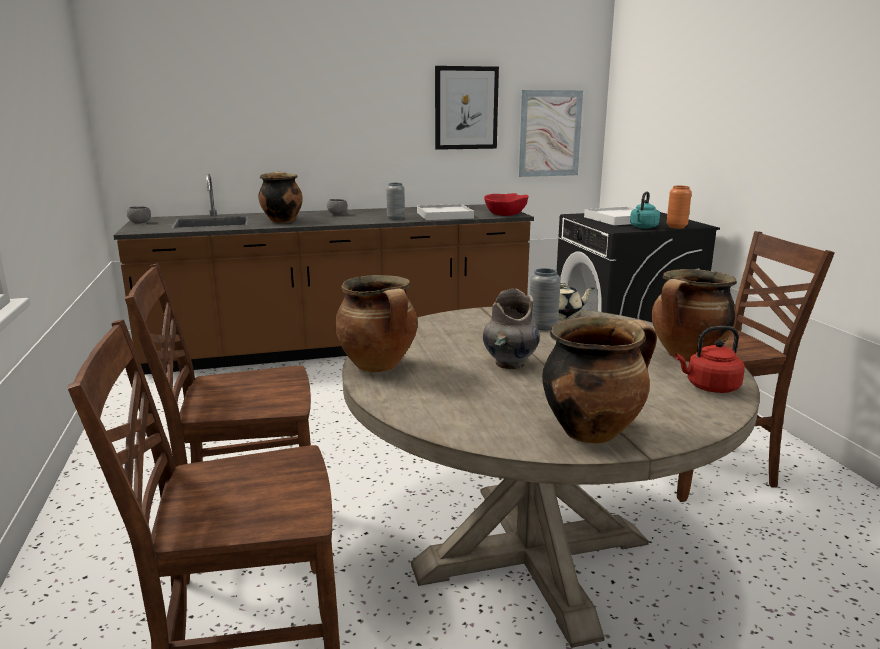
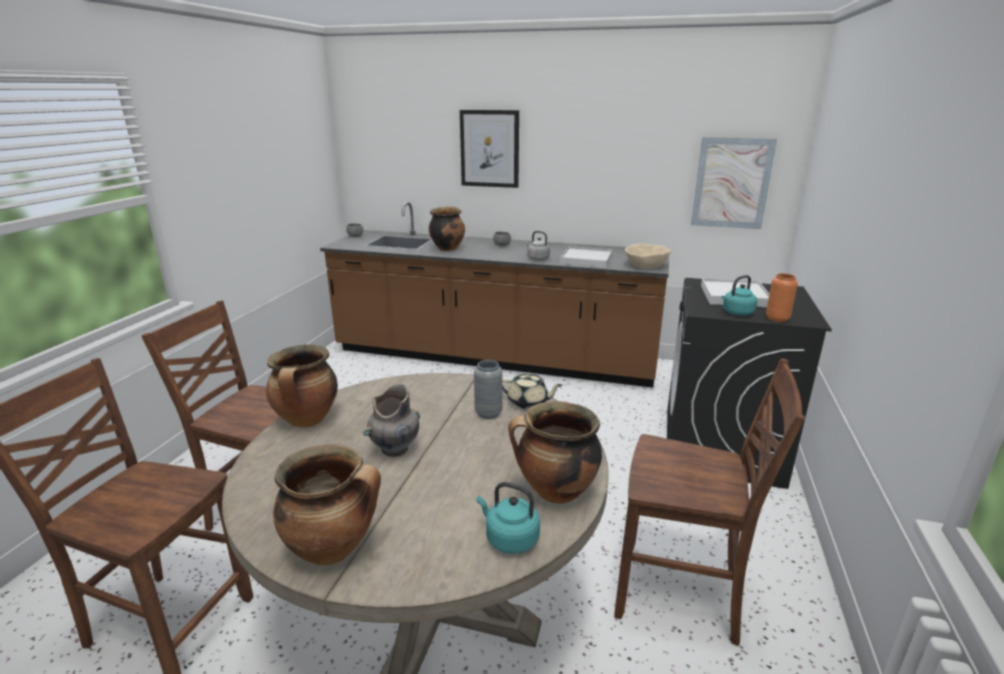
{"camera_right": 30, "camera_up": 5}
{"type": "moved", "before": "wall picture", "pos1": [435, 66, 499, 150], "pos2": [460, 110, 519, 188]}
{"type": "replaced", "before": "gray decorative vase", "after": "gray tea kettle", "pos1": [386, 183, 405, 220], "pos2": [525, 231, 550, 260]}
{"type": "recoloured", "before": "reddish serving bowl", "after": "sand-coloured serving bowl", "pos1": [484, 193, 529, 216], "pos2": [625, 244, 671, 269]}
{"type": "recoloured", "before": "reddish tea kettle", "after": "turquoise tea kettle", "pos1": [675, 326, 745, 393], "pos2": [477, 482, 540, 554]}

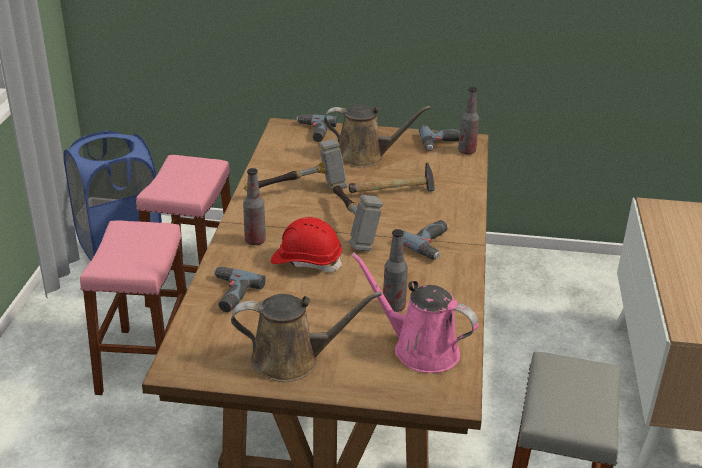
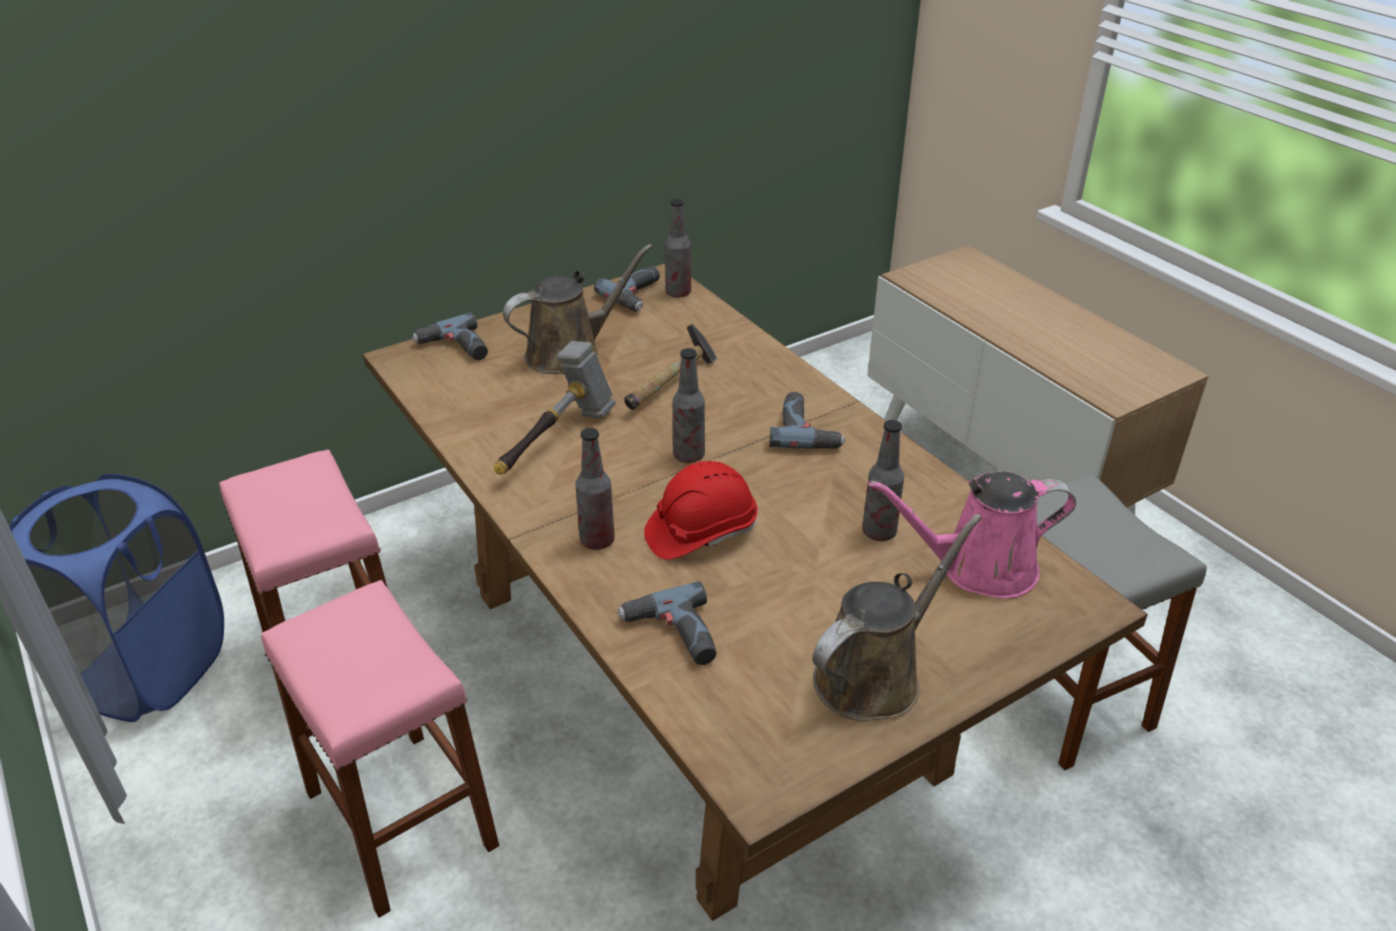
{"camera_right": -40, "camera_up": 5}
{"type": "replaced", "before": "tool hammer", "after": "bottle", "pos1": [332, 184, 383, 251], "pos2": [673, 348, 705, 463]}

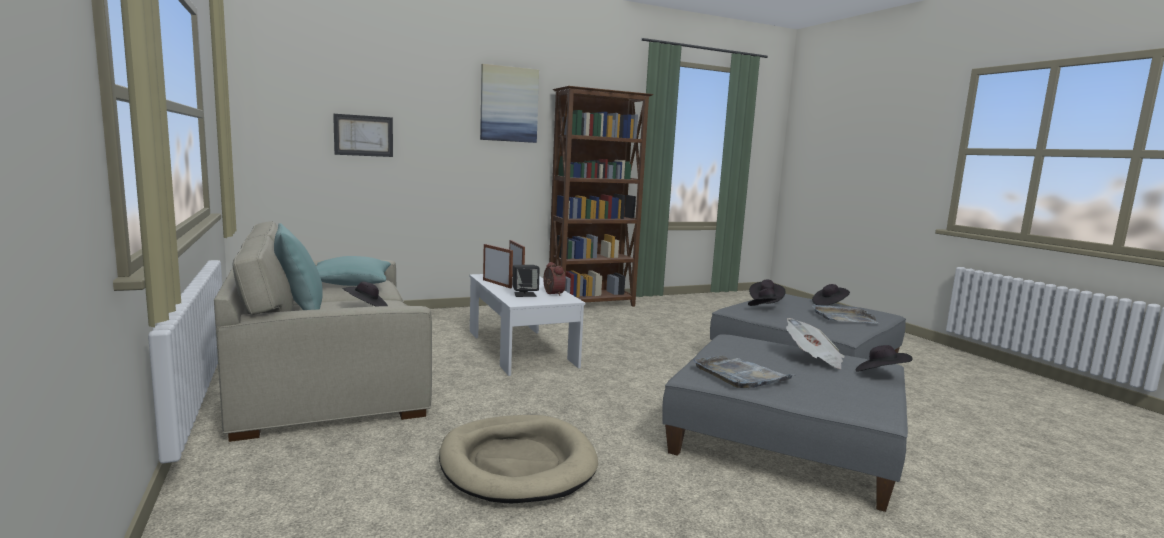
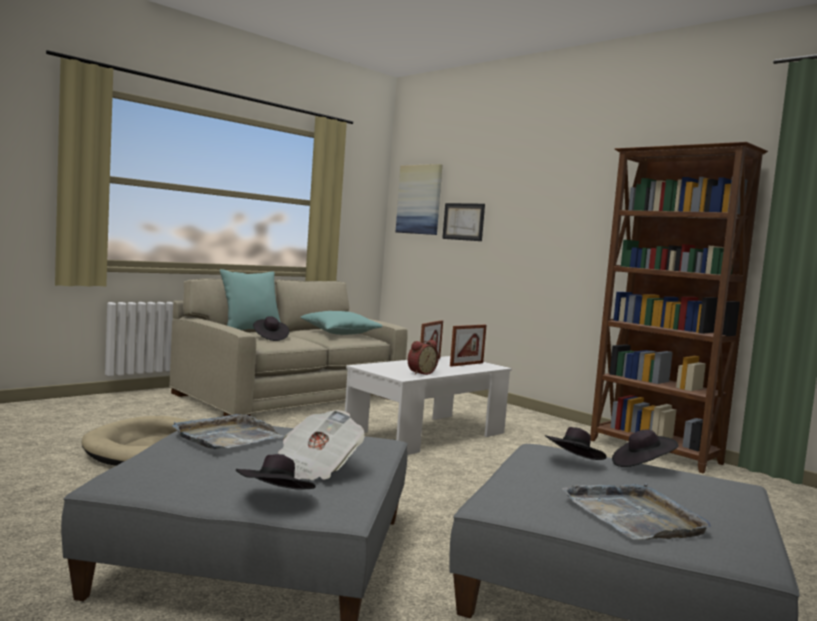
{"camera_right": 70, "camera_up": -5}
{"type": "removed", "before": "blackish loudspeaker", "pos1": [513, 265, 539, 297]}
{"type": "removed", "before": "blackish hat", "pos1": [812, 284, 850, 306]}
{"type": "moved", "before": "wall picture", "pos1": [480, 64, 539, 143], "pos2": [396, 164, 442, 235]}

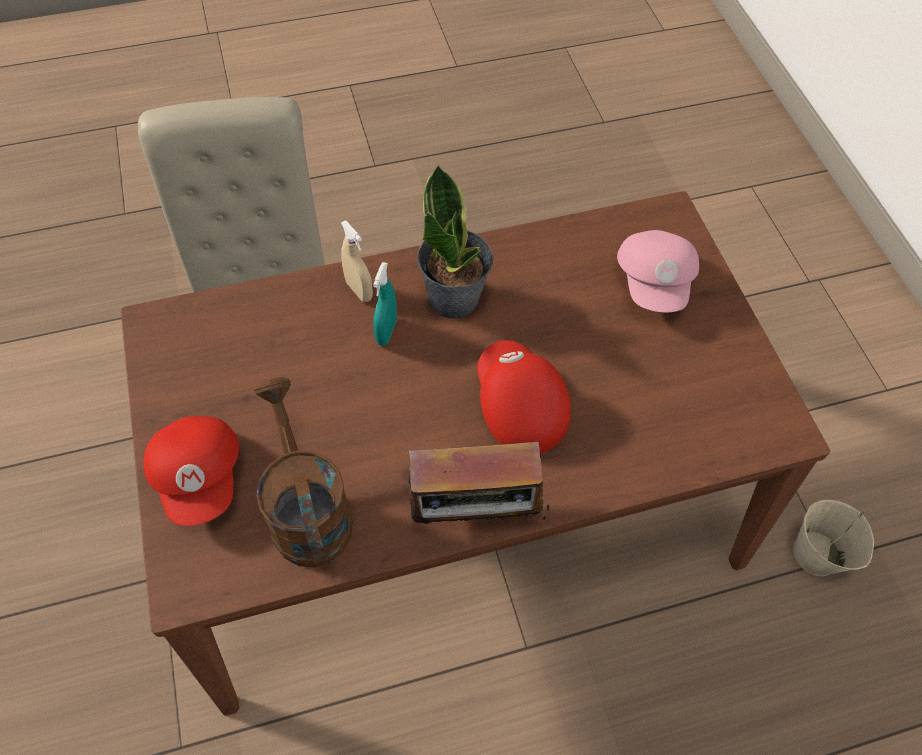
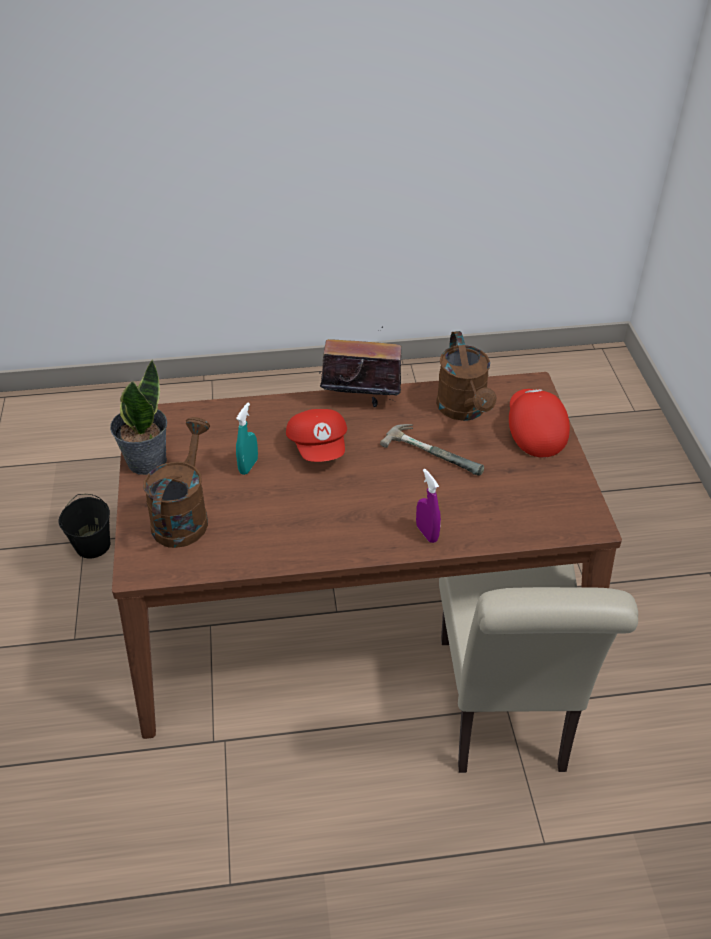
{"camera_right": -170, "camera_up": -15}
{"type": "added", "after": "tool hammer", "pos2": [380, 424, 484, 476]}
{"type": "moved", "before": "turquoise sprayer", "pos1": [373, 262, 397, 346], "pos2": [236, 403, 258, 475]}
{"type": "moved", "before": "plant in a pot", "pos1": [417, 164, 493, 319], "pos2": [110, 359, 167, 475]}
{"type": "replaced", "before": "pink baseball cap", "after": "brown-coloured sprinkling can", "pos1": [617, 230, 699, 312], "pos2": [144, 417, 210, 548]}
{"type": "recoloured", "before": "sand-coloured sprayer", "after": "purple-coloured sprayer", "pos1": [341, 220, 373, 302], "pos2": [416, 469, 441, 543]}
{"type": "recoloured", "before": "sand-coloured water bucket", "after": "blackish water bucket", "pos1": [793, 500, 874, 576], "pos2": [58, 494, 110, 559]}

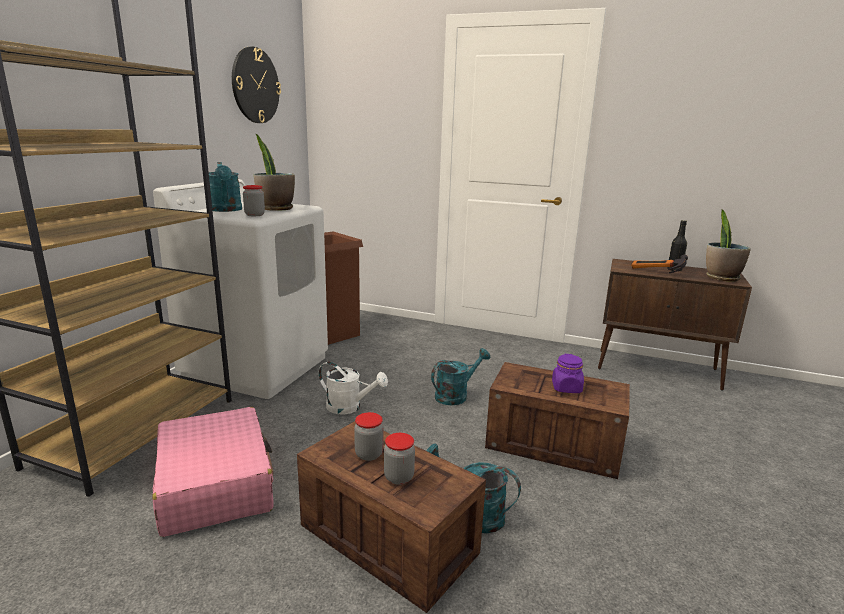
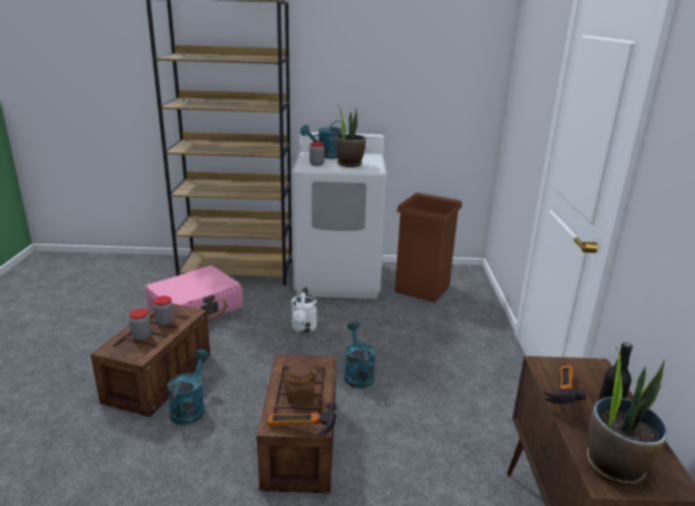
{"camera_right": 70, "camera_up": 5}
{"type": "removed", "before": "wall clock", "pos1": [232, 47, 281, 123]}
{"type": "added", "after": "tool hammer", "pos2": [266, 402, 336, 438]}
{"type": "recoloured", "before": "purple-coloured jar", "after": "brown-coloured jar", "pos1": [552, 354, 584, 393], "pos2": [281, 363, 317, 404]}
{"type": "turned", "before": "turquoise sprinkling can", "pos1": [431, 348, 490, 405], "pos2": [344, 322, 376, 388], "turn": -135}

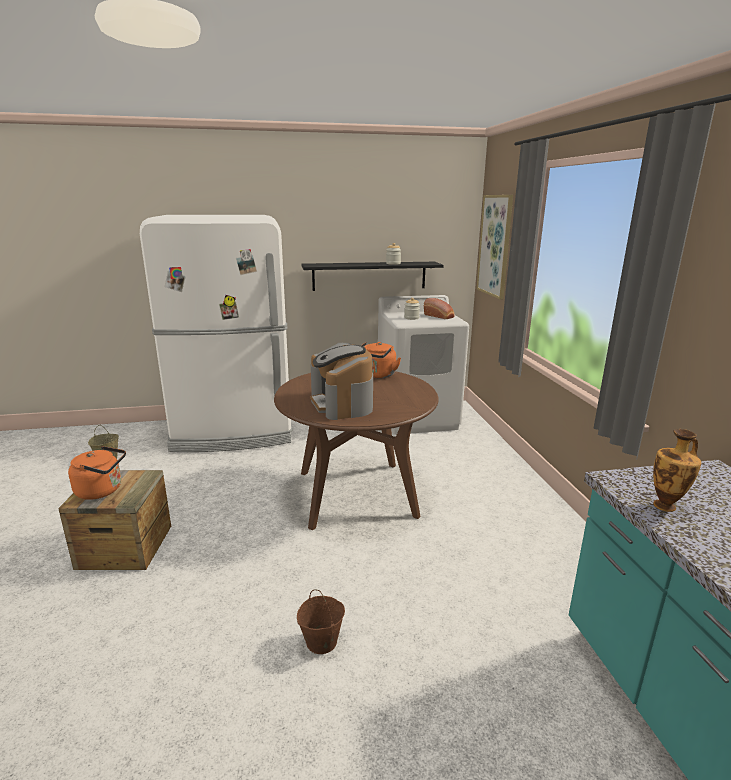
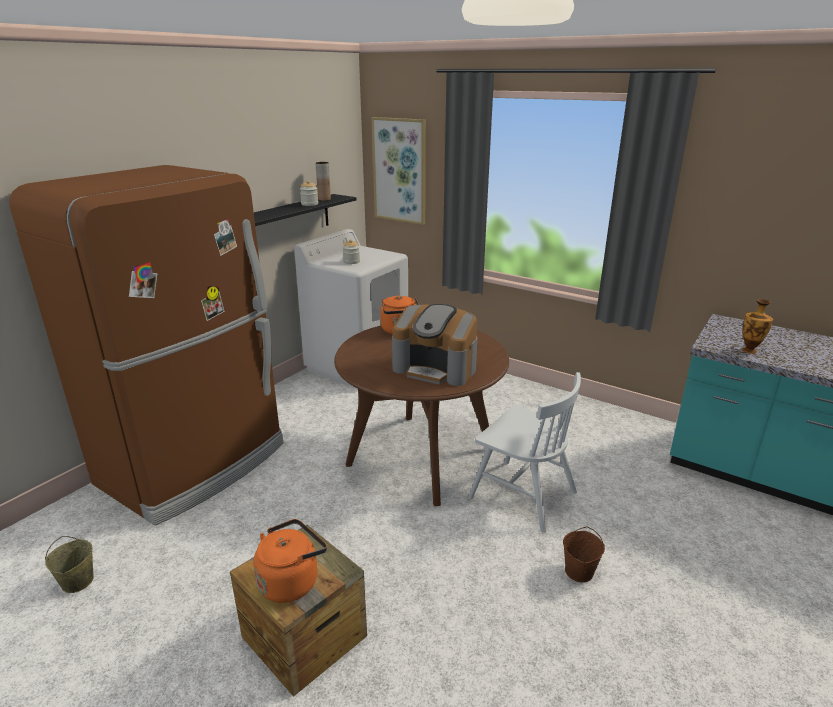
{"camera_right": -45, "camera_up": 5}
{"type": "removed", "before": "baked bread", "pos1": [424, 298, 455, 319]}
{"type": "added", "after": "brown-coloured decorative vase", "pos2": [316, 162, 331, 201]}
{"type": "added", "after": "whitish upright chair", "pos2": [468, 372, 581, 533]}
{"type": "recoloured", "before": "whitish refrigerator", "after": "brown-coloured refrigerator", "pos1": [140, 215, 293, 452], "pos2": [9, 165, 284, 525]}

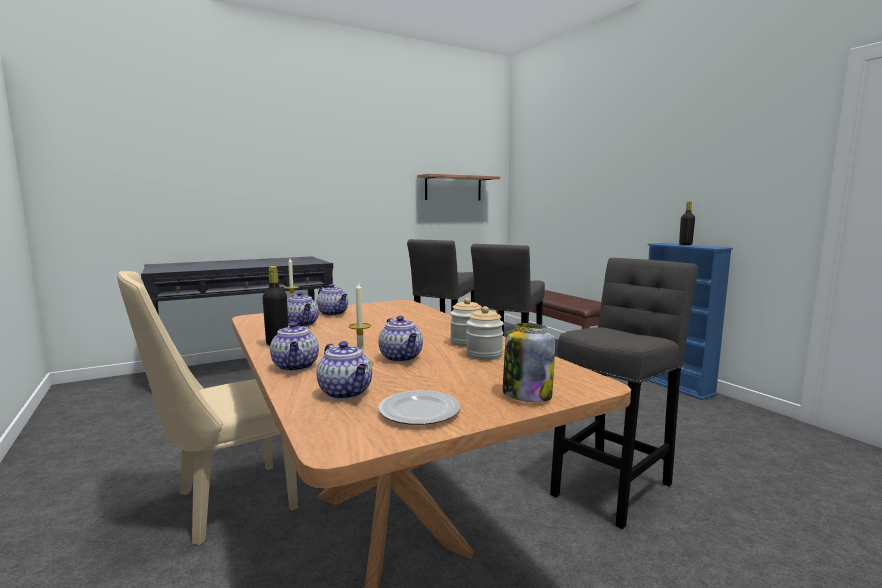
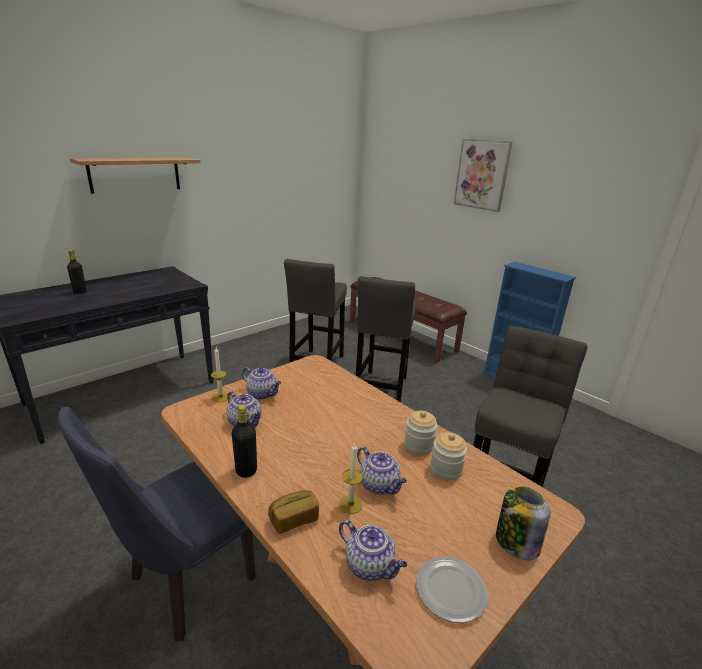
{"camera_right": -15, "camera_up": 15}
{"type": "added", "after": "wall picture", "pos2": [454, 139, 513, 212]}
{"type": "moved", "before": "wall shelf", "pos1": [417, 174, 500, 201], "pos2": [70, 157, 200, 194]}
{"type": "moved", "before": "blackish bottle", "pos1": [679, 201, 695, 245], "pos2": [67, 250, 87, 294]}
{"type": "replaced", "before": "tea pot", "after": "baked bread", "pos1": [270, 322, 319, 371], "pos2": [268, 490, 319, 534]}
{"type": "recoloured", "before": "sand-coloured upright chair", "after": "bluish upright chair", "pos1": [117, 271, 298, 545], "pos2": [58, 407, 255, 641]}

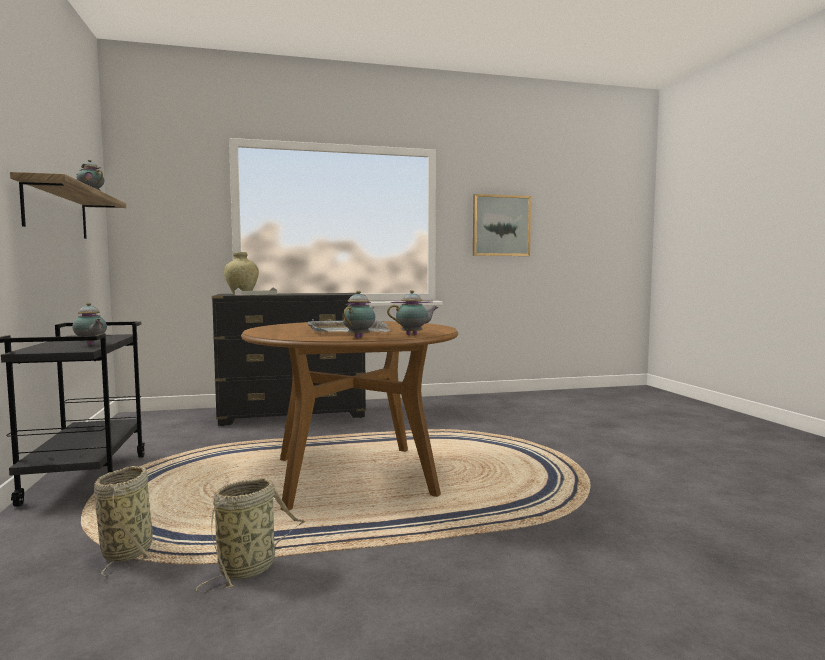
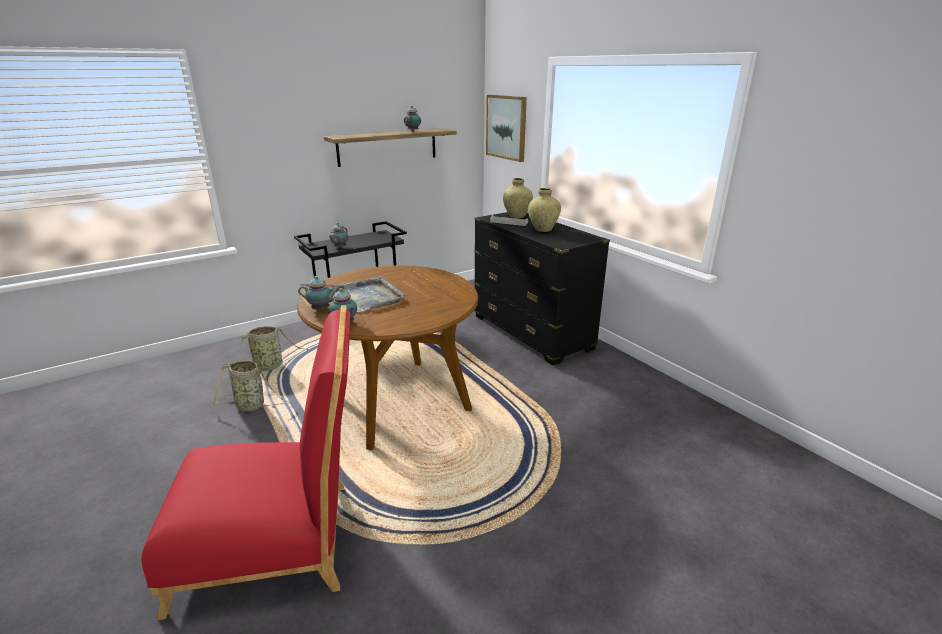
{"camera_right": 70, "camera_up": 20}
{"type": "added", "after": "reddish upright chair", "pos2": [141, 305, 350, 620]}
{"type": "added", "after": "sand-coloured decorative vase", "pos2": [528, 188, 561, 232]}
{"type": "moved", "before": "wall picture", "pos1": [473, 194, 531, 256], "pos2": [486, 95, 527, 162]}

